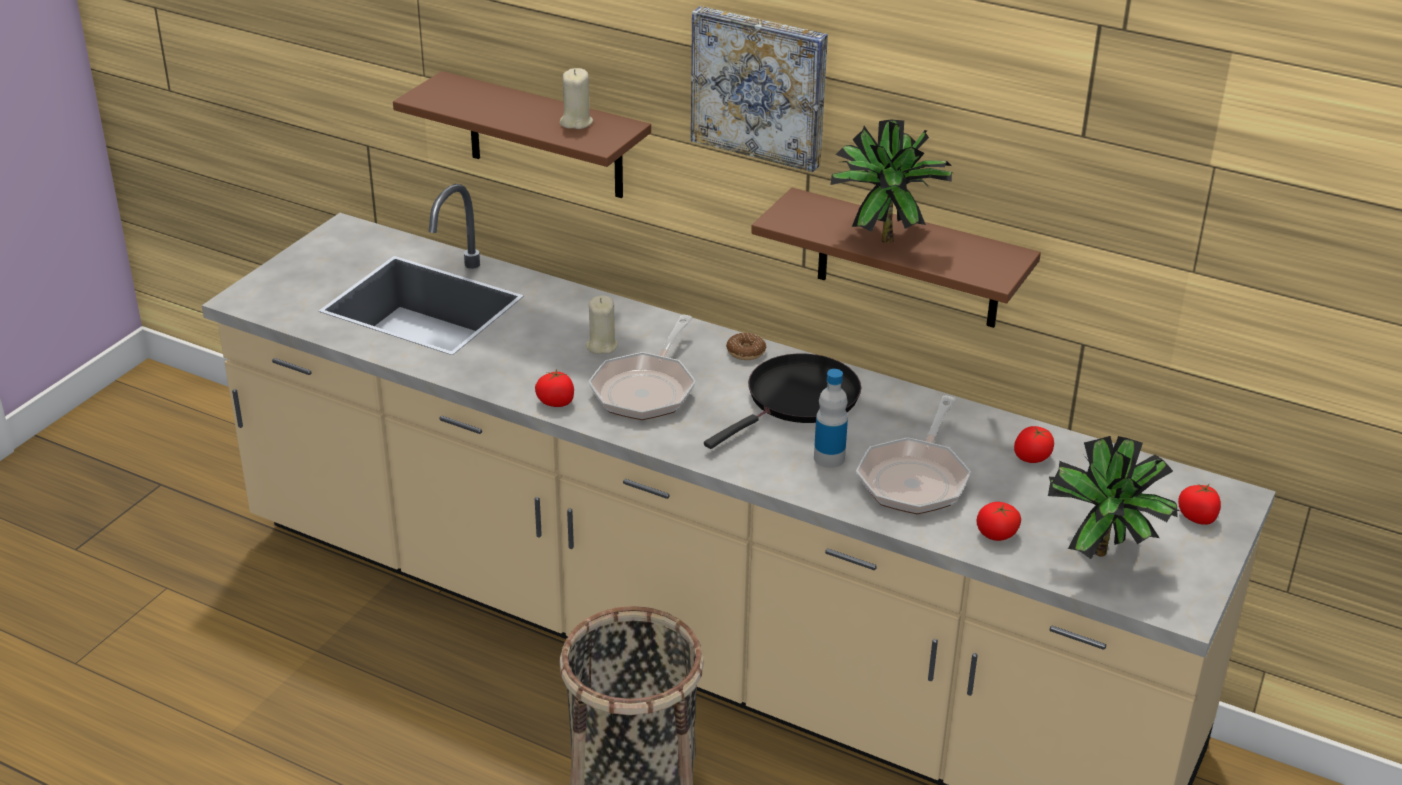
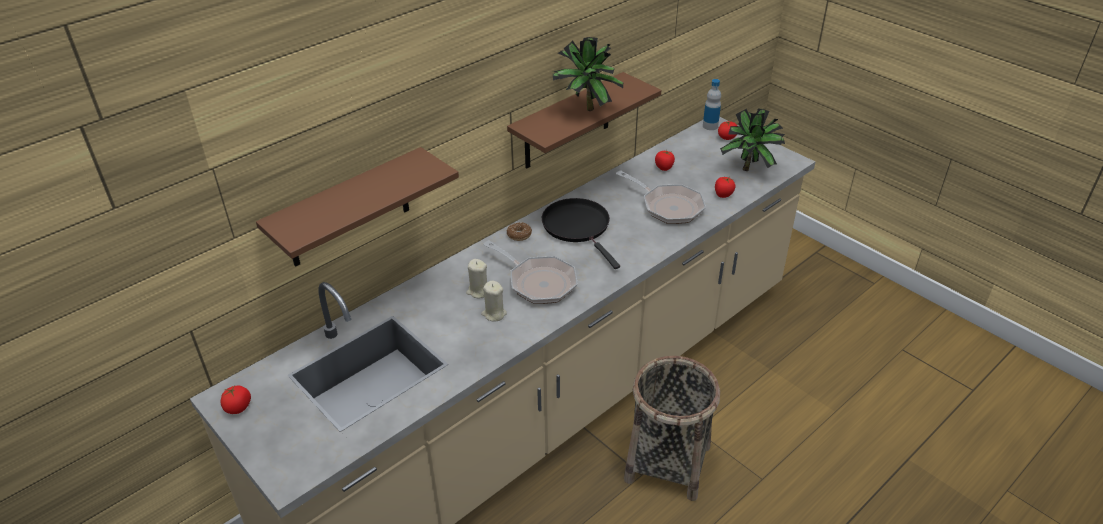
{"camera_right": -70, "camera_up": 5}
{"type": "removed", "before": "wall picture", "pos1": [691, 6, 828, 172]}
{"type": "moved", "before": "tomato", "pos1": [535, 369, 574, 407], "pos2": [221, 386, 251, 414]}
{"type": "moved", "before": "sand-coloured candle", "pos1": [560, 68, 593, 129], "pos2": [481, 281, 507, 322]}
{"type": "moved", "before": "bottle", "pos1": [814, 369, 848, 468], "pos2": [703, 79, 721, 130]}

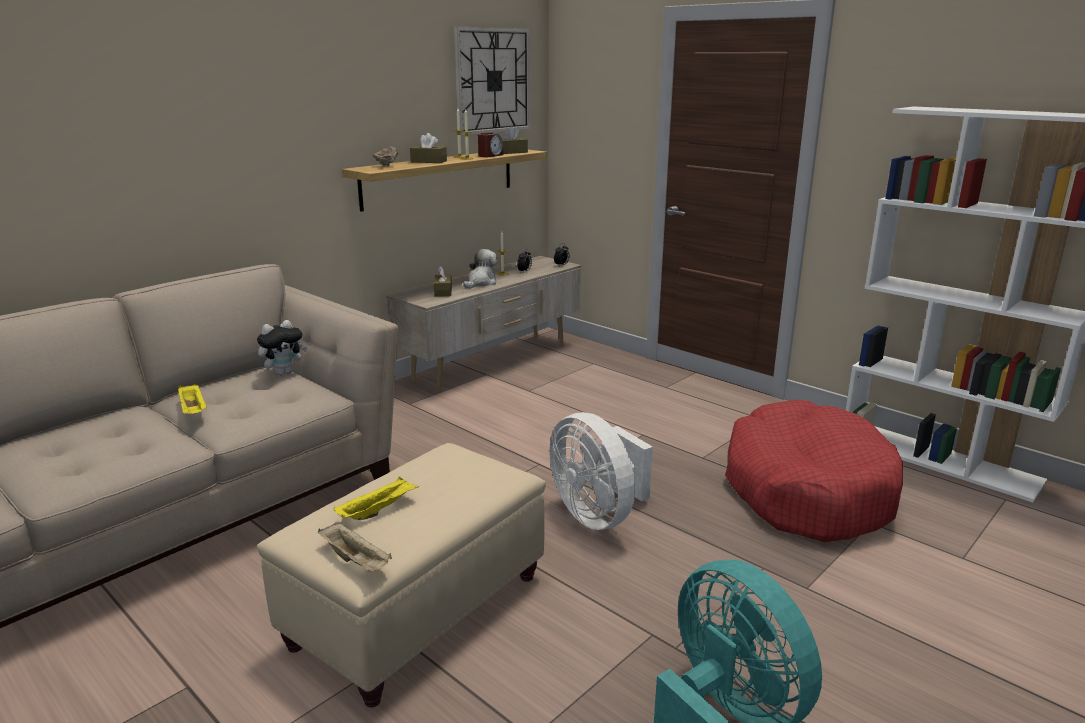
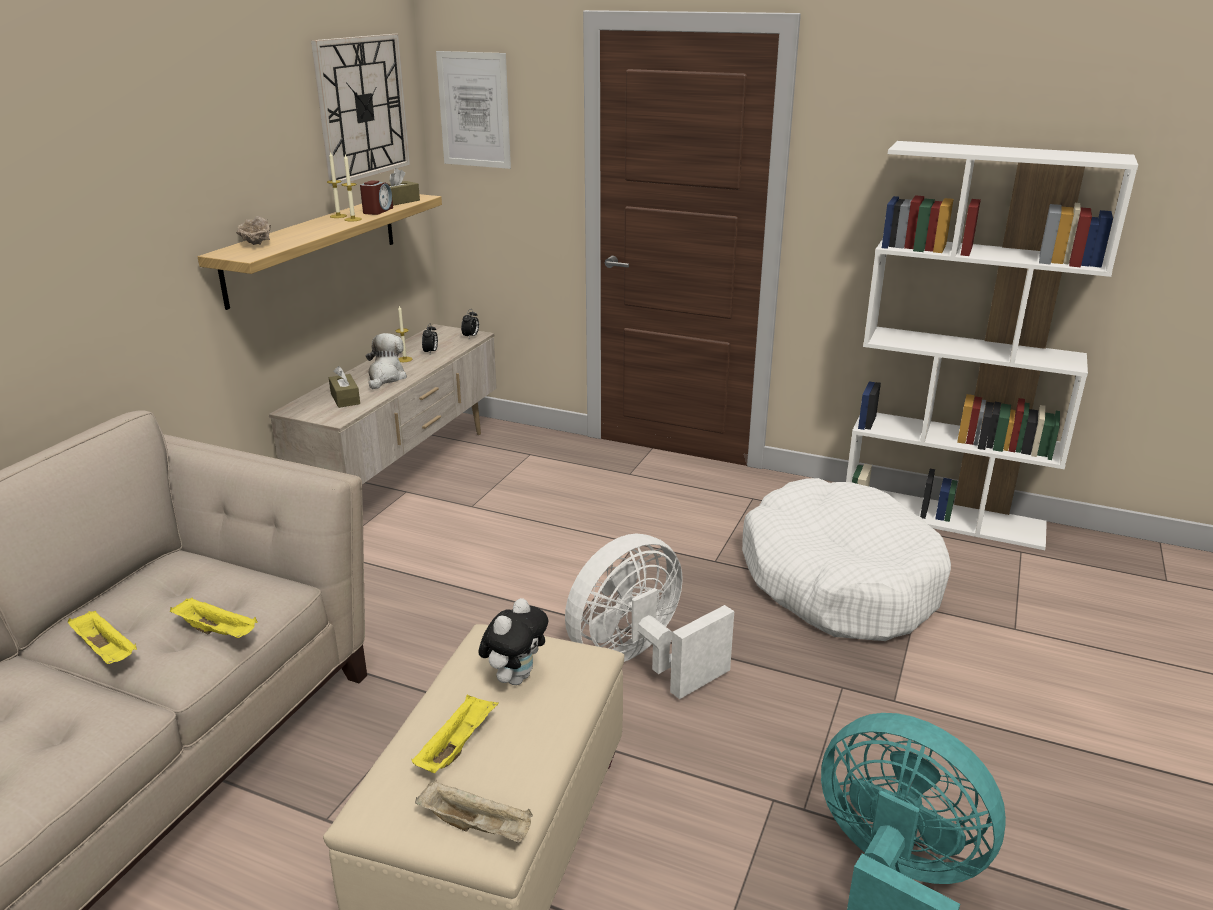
{"camera_right": -20, "camera_up": 5}
{"type": "removed", "before": "brown-coloured tissue holder", "pos1": [410, 133, 447, 163]}
{"type": "added", "after": "yellowish carrying tray", "pos2": [170, 597, 258, 638]}
{"type": "added", "after": "wall picture", "pos2": [436, 51, 511, 169]}
{"type": "moved", "before": "cuddly toy", "pos1": [257, 320, 307, 375], "pos2": [478, 598, 548, 685]}
{"type": "recoloured", "before": "reddish pet bed", "after": "whitish pet bed", "pos1": [725, 400, 903, 542], "pos2": [742, 478, 951, 641]}
{"type": "turned", "before": "whitish cooling fan", "pos1": [549, 412, 653, 530], "pos2": [565, 533, 734, 699], "turn": 105}

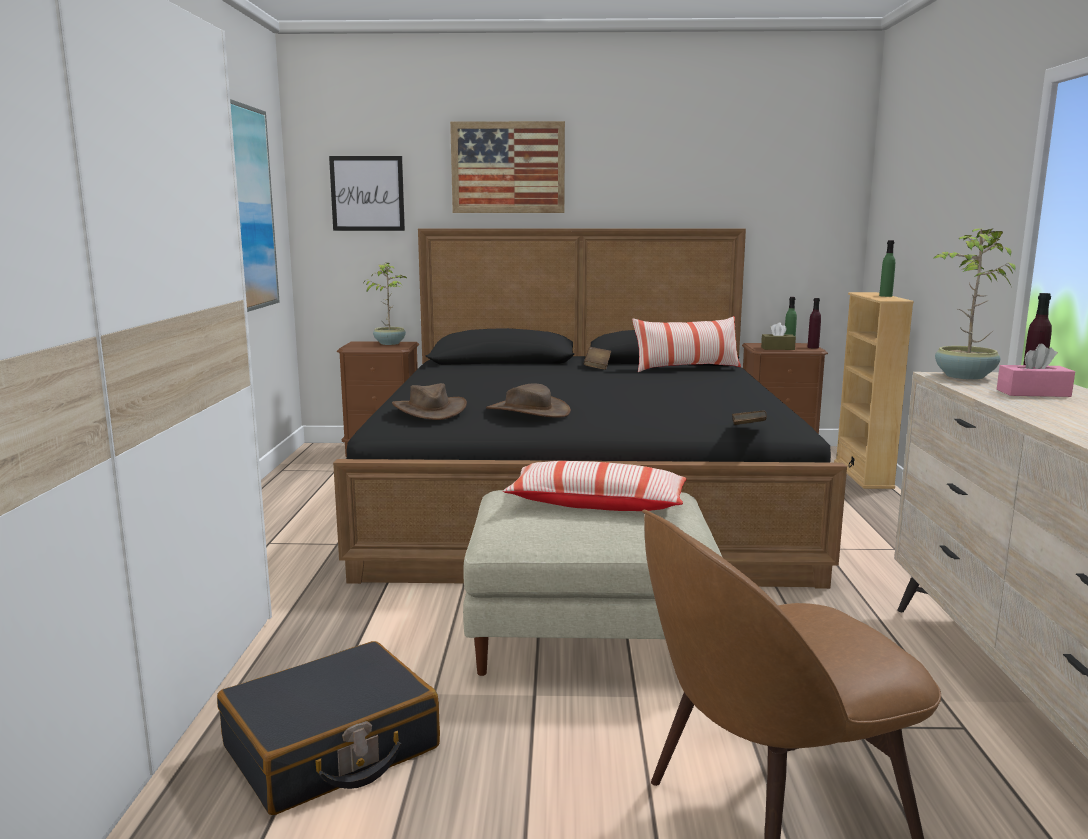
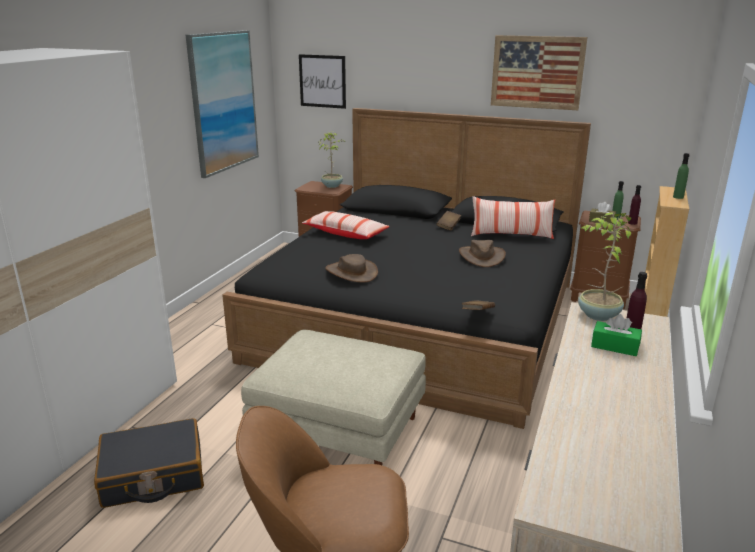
{"camera_right": 20, "camera_up": 10}
{"type": "moved", "before": "brown-coloured hat", "pos1": [392, 383, 467, 420], "pos2": [459, 240, 506, 267]}
{"type": "moved", "before": "wall picture", "pos1": [450, 121, 565, 213], "pos2": [491, 35, 588, 110]}
{"type": "moved", "before": "throw pillow", "pos1": [503, 461, 687, 511], "pos2": [302, 211, 390, 239]}
{"type": "recoloured", "before": "pink tissue holder", "after": "green tissue holder", "pos1": [997, 343, 1075, 397], "pos2": [591, 314, 642, 356]}

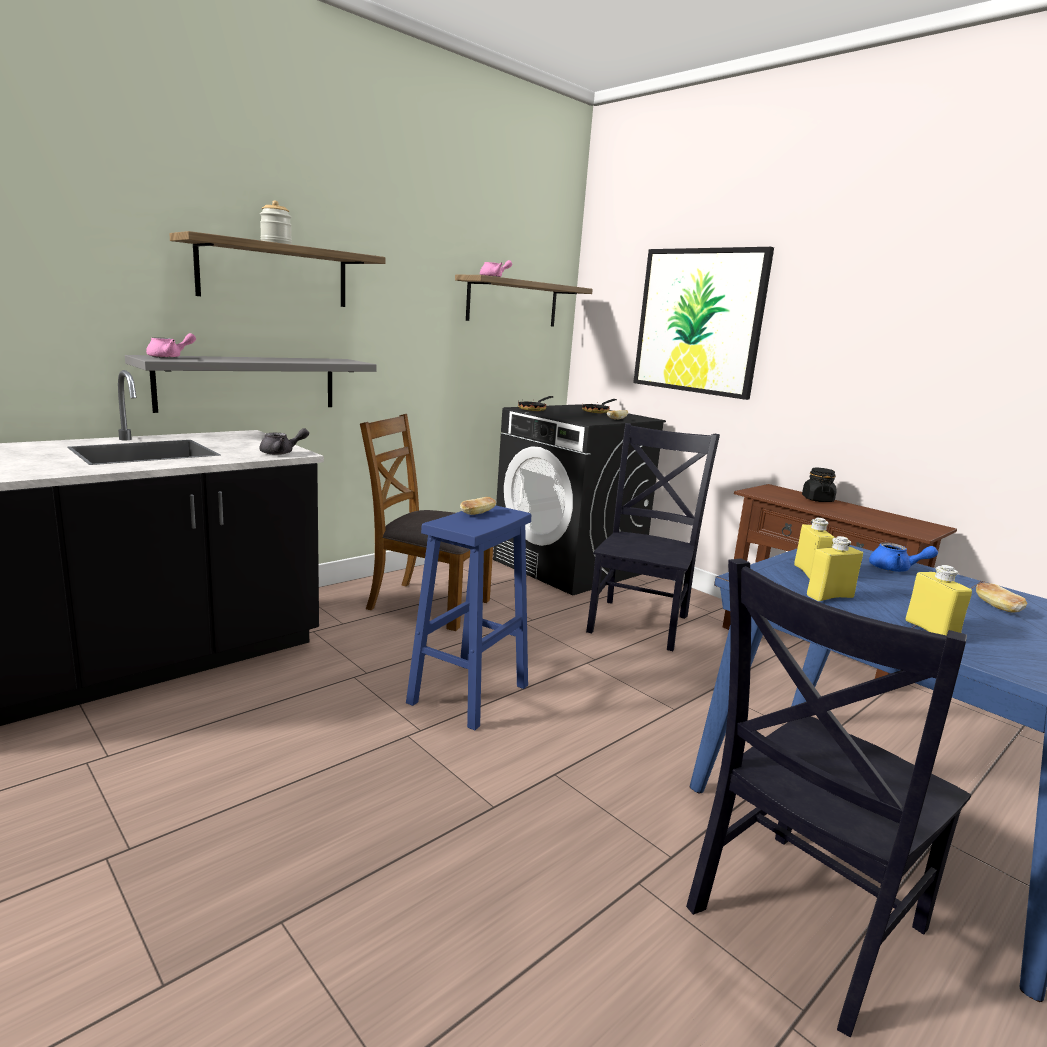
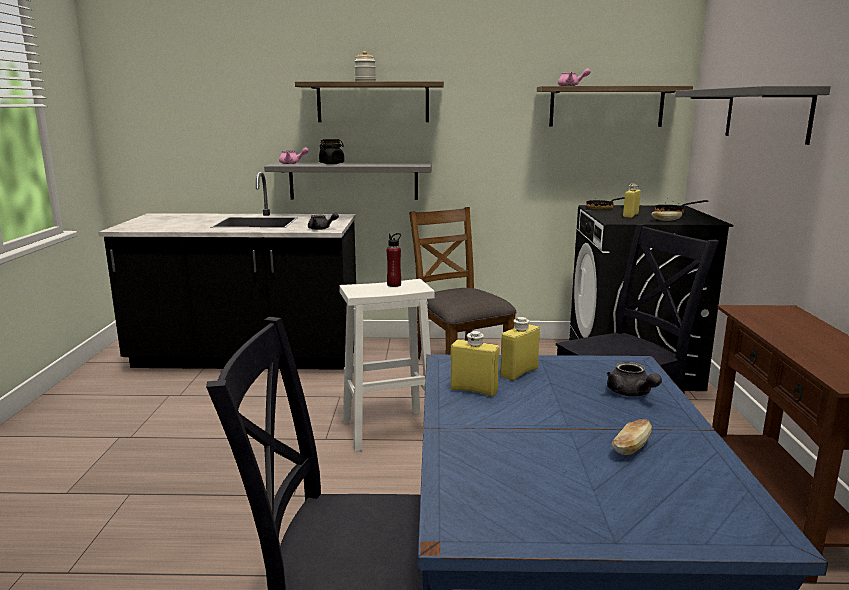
{"camera_right": 45, "camera_up": 0}
{"type": "moved", "before": "blackish jar", "pos1": [802, 468, 837, 502], "pos2": [319, 139, 344, 164]}
{"type": "moved", "before": "yellowish bottle", "pos1": [905, 565, 972, 636], "pos2": [623, 184, 641, 218]}
{"type": "replaced", "before": "baked bread", "after": "reddish bottle", "pos1": [460, 497, 496, 515], "pos2": [387, 233, 401, 287]}
{"type": "replaced", "before": "wall picture", "after": "gray wall shelf", "pos1": [633, 247, 774, 400], "pos2": [675, 86, 831, 145]}
{"type": "recoloured", "before": "bluish stool seat", "after": "whitish stool seat", "pos1": [406, 505, 531, 730], "pos2": [339, 279, 435, 452]}
{"type": "recoloured", "before": "bluish tea pot", "after": "gray tea pot", "pos1": [869, 542, 938, 572], "pos2": [606, 362, 662, 397]}

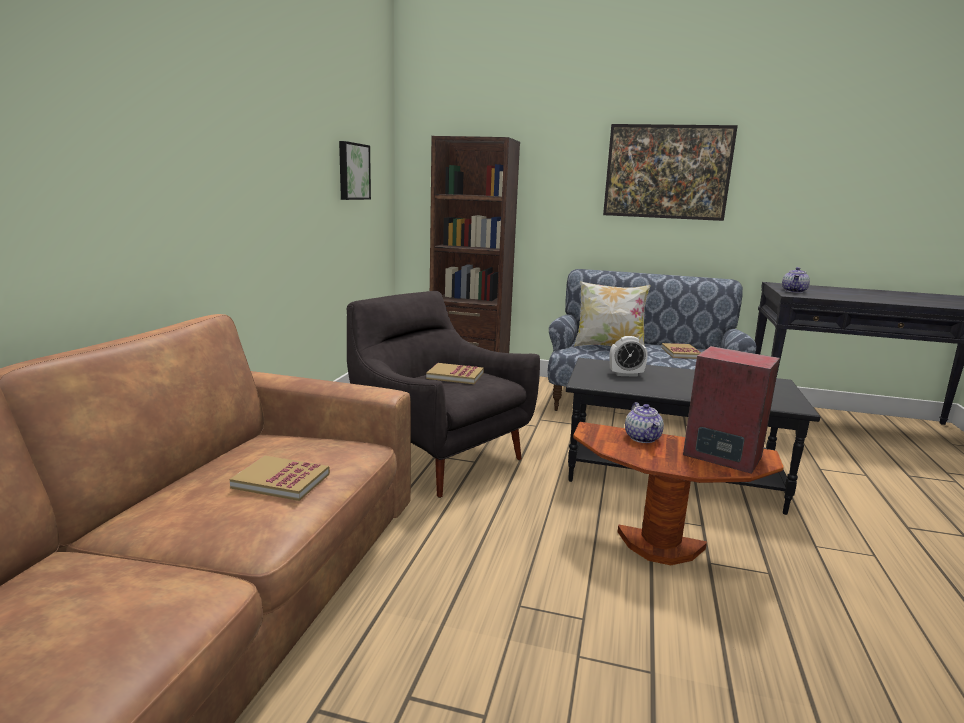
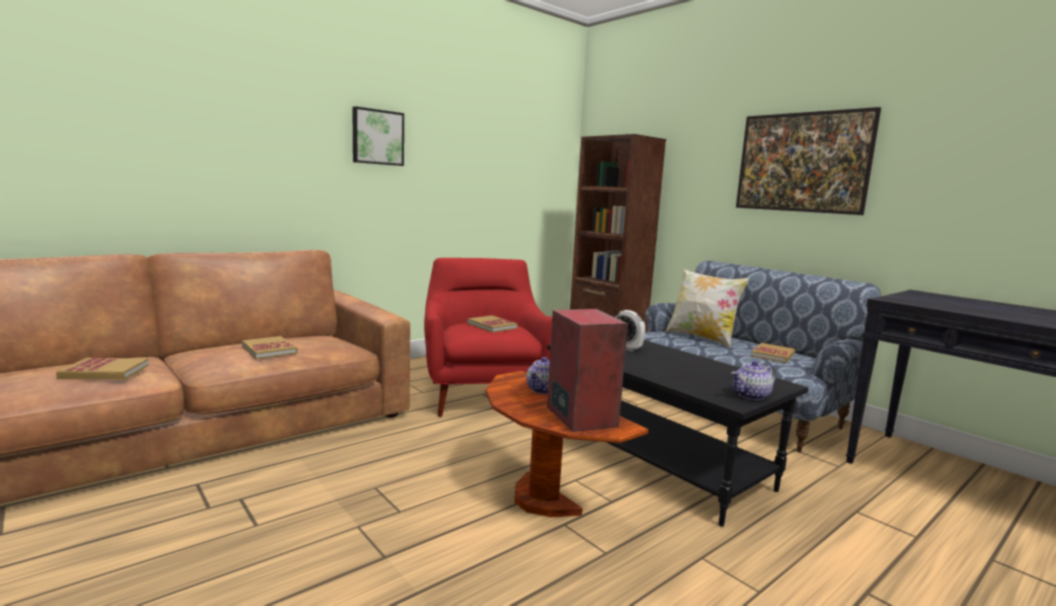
{"camera_right": 35, "camera_up": -5}
{"type": "added", "after": "volume", "pos2": [56, 358, 149, 380]}
{"type": "moved", "before": "wall picture", "pos1": [339, 141, 371, 200], "pos2": [352, 106, 404, 166]}
{"type": "moved", "before": "tea pot", "pos1": [782, 267, 810, 293], "pos2": [731, 361, 776, 400]}
{"type": "recoloured", "before": "gray armchair", "after": "reddish armchair", "pos1": [347, 291, 540, 498], "pos2": [424, 258, 552, 417]}

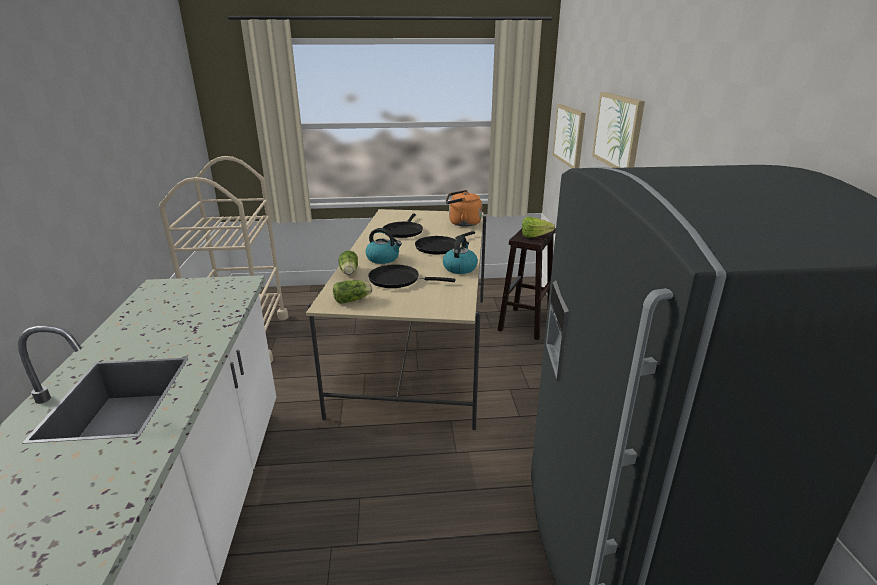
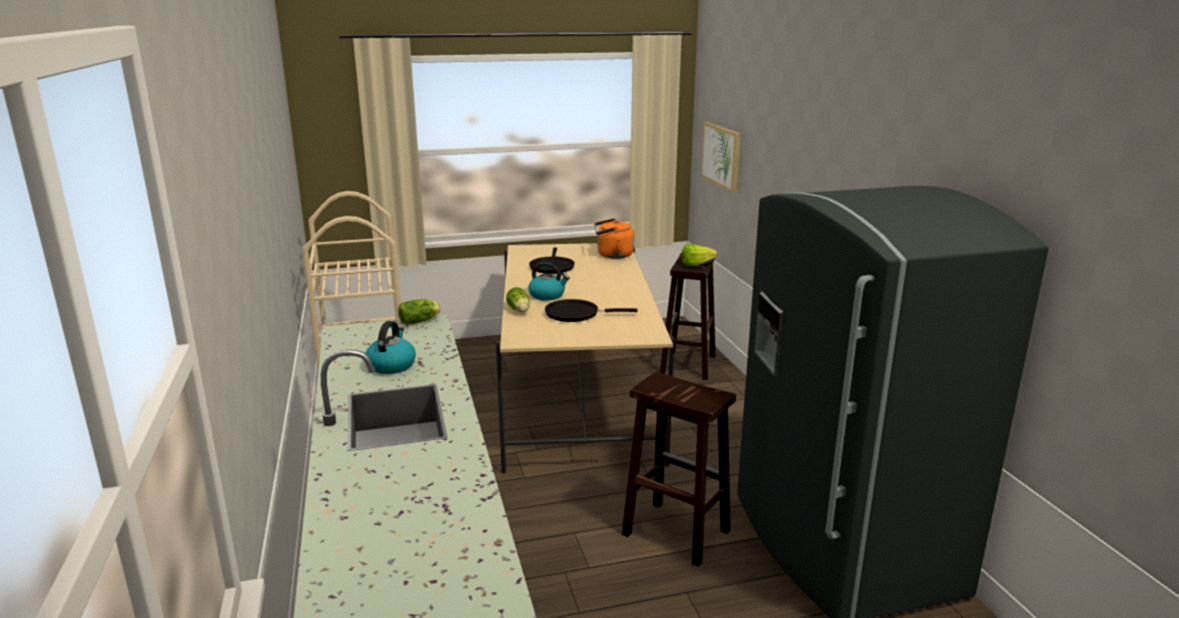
{"camera_right": -10, "camera_up": -5}
{"type": "removed", "before": "blackish skillet", "pos1": [415, 231, 475, 255]}
{"type": "removed", "before": "wall picture", "pos1": [592, 92, 645, 168]}
{"type": "added", "after": "brown-coloured stool seat", "pos2": [622, 372, 736, 567]}
{"type": "moved", "before": "lettuce head", "pos1": [333, 280, 372, 303], "pos2": [398, 299, 441, 325]}
{"type": "moved", "before": "tea kettle", "pos1": [443, 236, 478, 274], "pos2": [365, 321, 416, 374]}

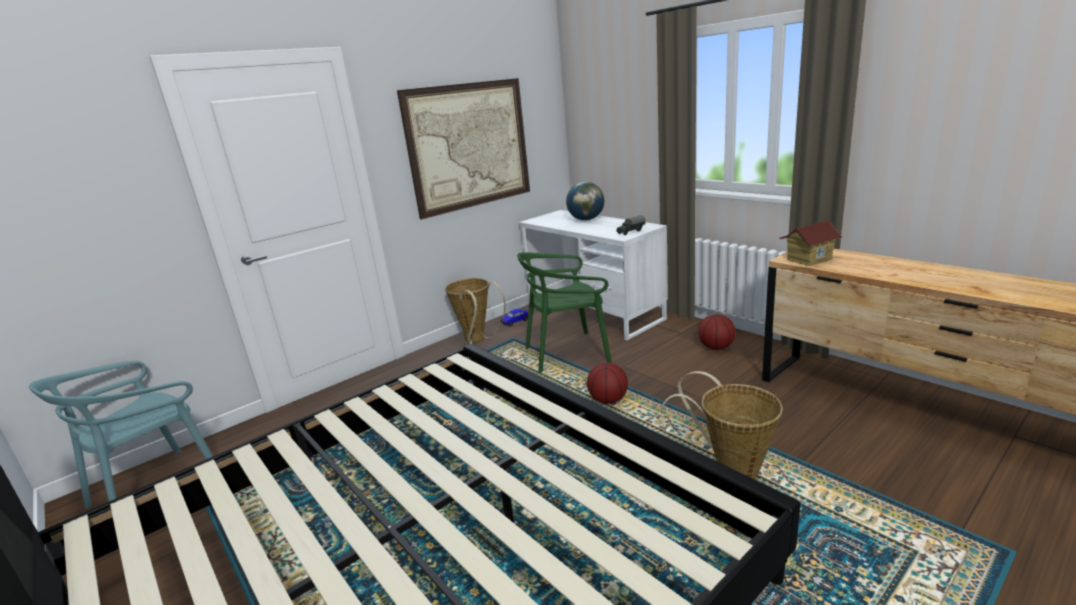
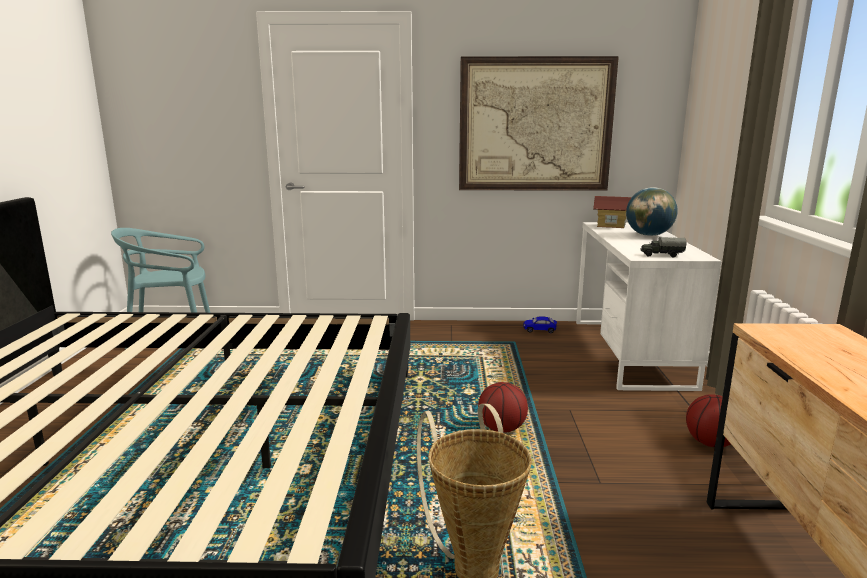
{"camera_right": 40, "camera_up": -5}
{"type": "removed", "before": "basket", "pos1": [445, 278, 506, 344]}
{"type": "removed", "before": "green upright chair", "pos1": [517, 252, 612, 373]}
{"type": "moved", "before": "toy house", "pos1": [780, 220, 842, 266], "pos2": [593, 196, 632, 228]}

